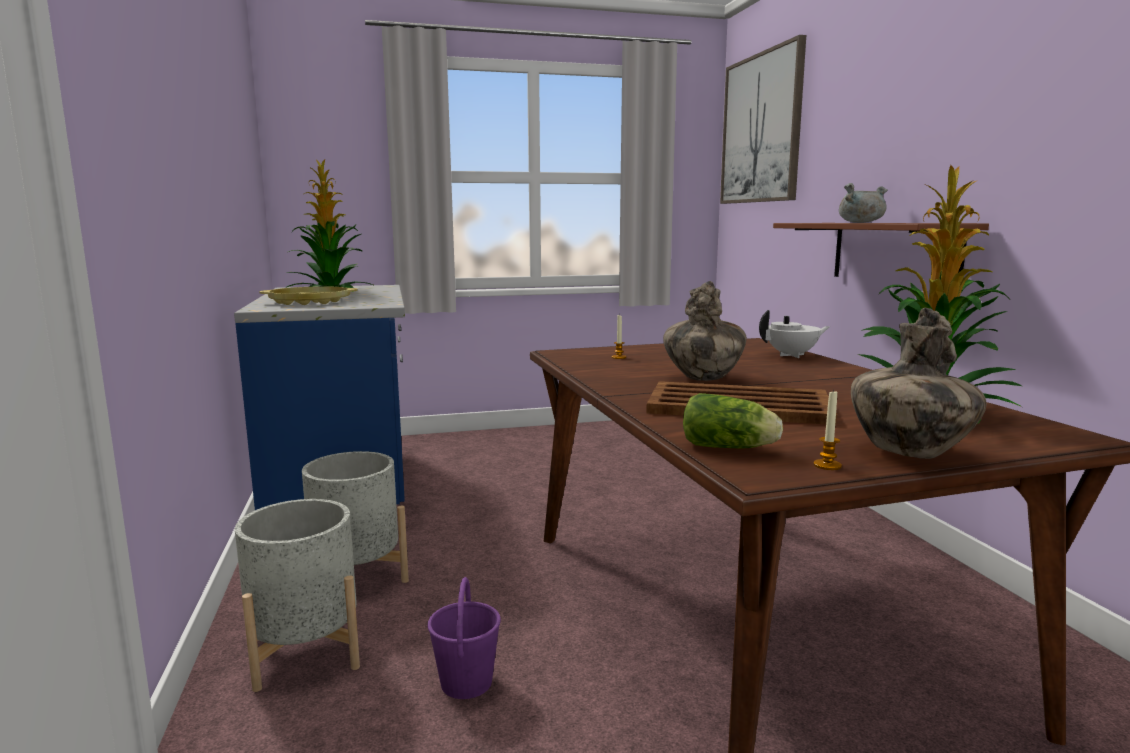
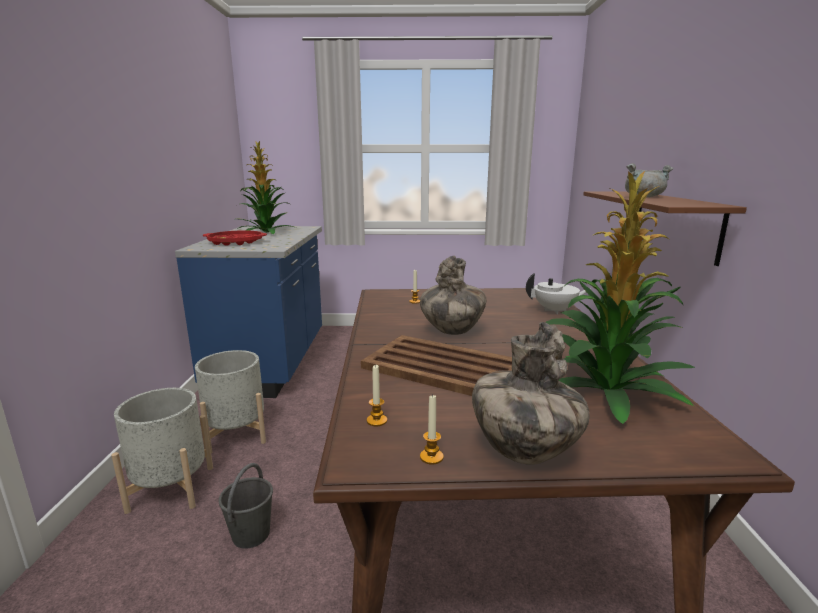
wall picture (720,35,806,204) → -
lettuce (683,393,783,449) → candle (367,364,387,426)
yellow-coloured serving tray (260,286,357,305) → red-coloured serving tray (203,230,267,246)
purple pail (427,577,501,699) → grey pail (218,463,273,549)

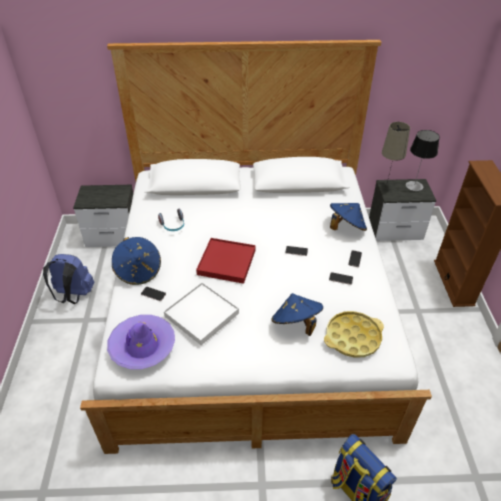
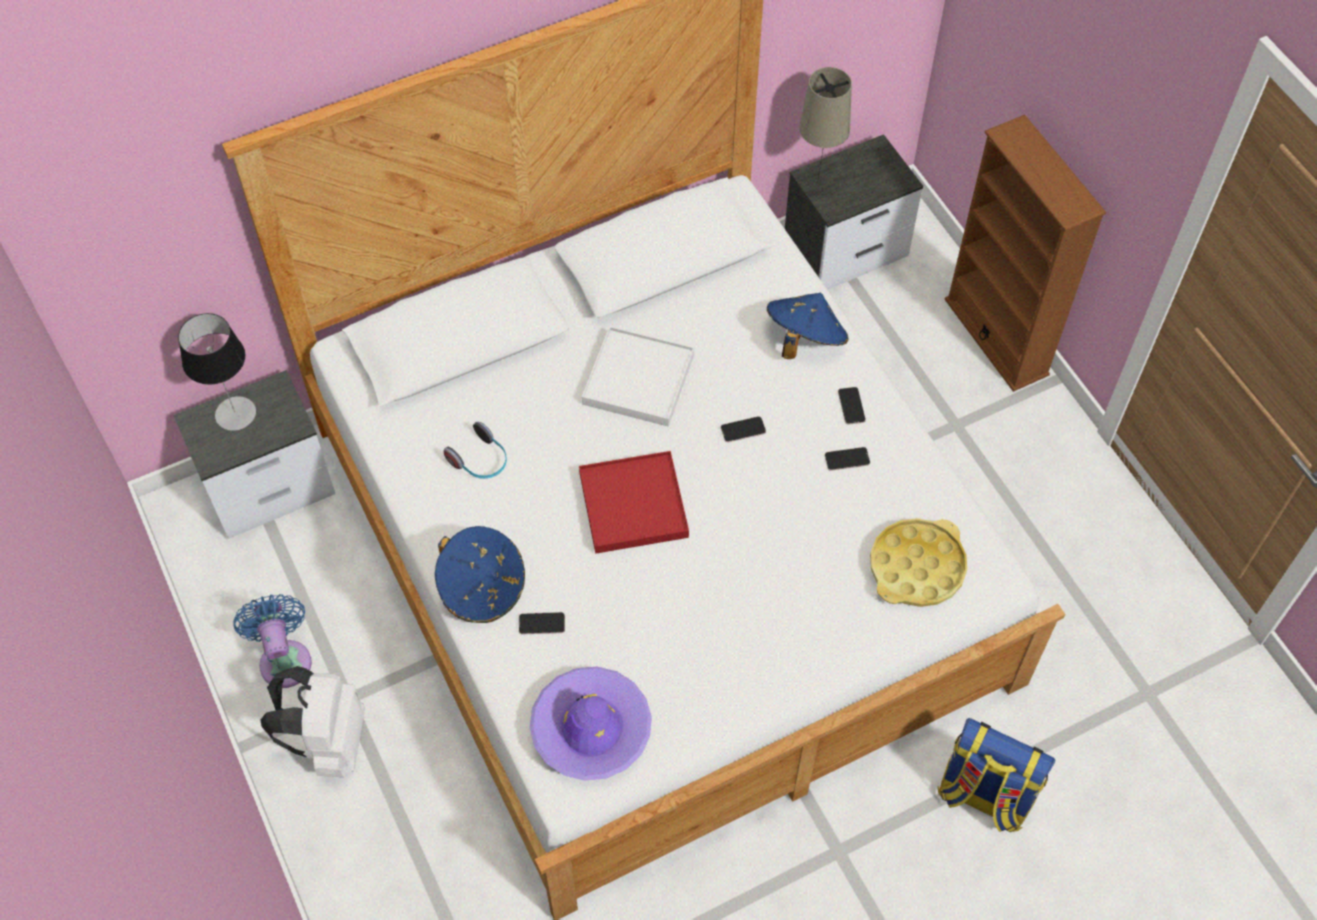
blue wearable hat (272,293,323,336) → -
- → white-coloured backpack (260,666,365,777)
white-coloured serving tray (164,282,239,345) → white-coloured serving tray (582,326,694,426), relocated
tabletop lamp (406,130,440,191) → tabletop lamp (178,313,256,431), relocated
blue backpack (43,254,94,304) → blue cooling fan (233,594,312,688)

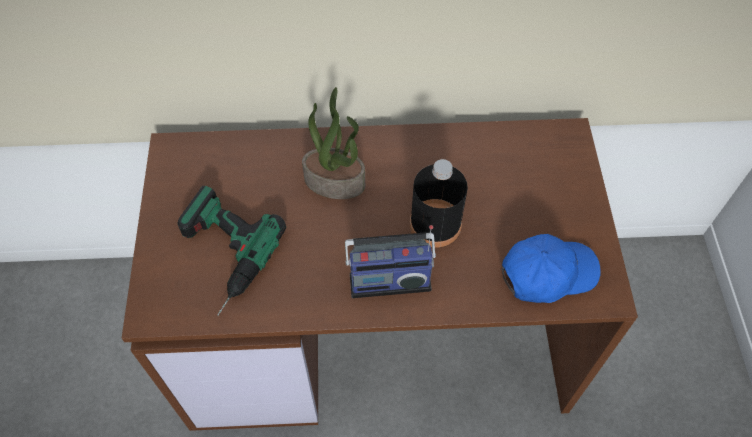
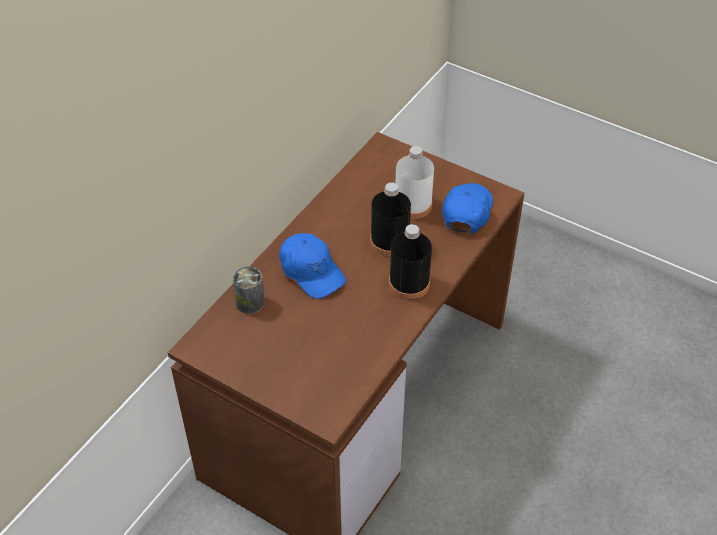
electric drill (178,186,286,316) → -
- → metal can (233,267,265,314)
- → white-coloured bottle (395,146,434,219)
houseplant (302,87,365,199) → blue peaked cap (279,233,346,299)
radio (345,225,436,298) → black bottle (389,224,432,299)

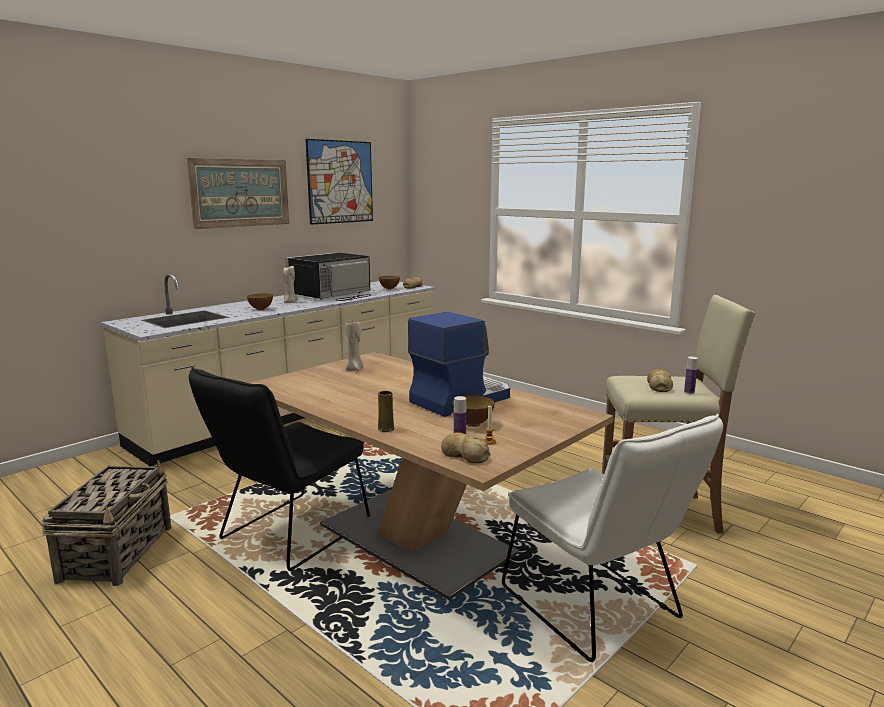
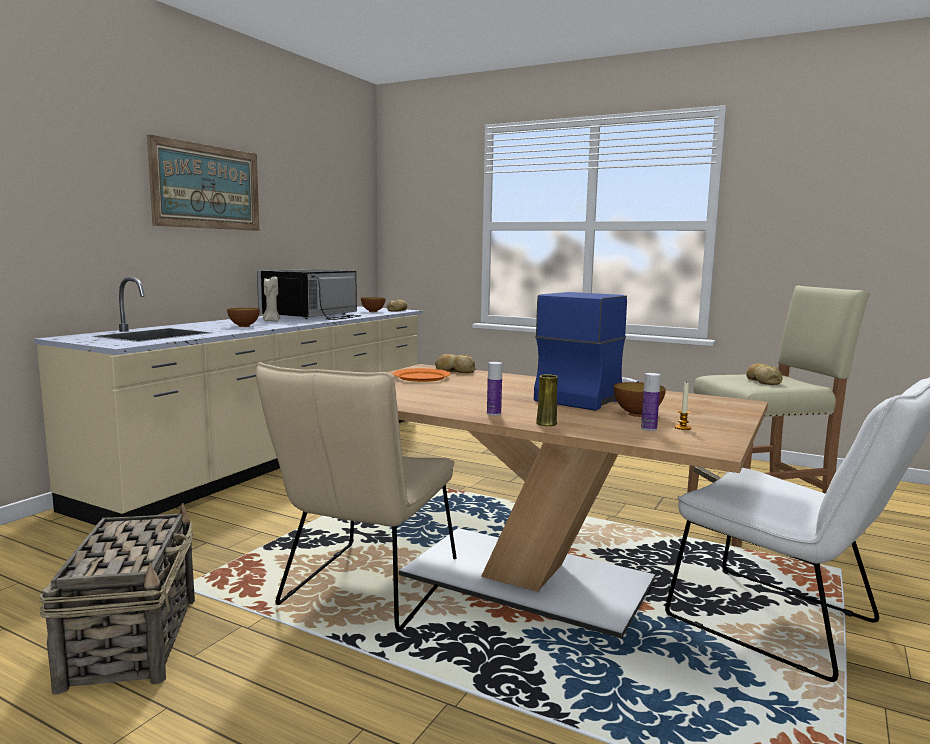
wall picture (305,139,373,225) → -
bakery bread (441,432,491,463) → bakery bread (435,354,476,373), relocated
bottle (684,357,698,394) → bottle (487,362,502,416), relocated
beige-coloured candle (345,320,363,371) → orange plate (393,368,450,382)
black chair (189,367,370,571) → beige-coloured chair (256,362,457,632)

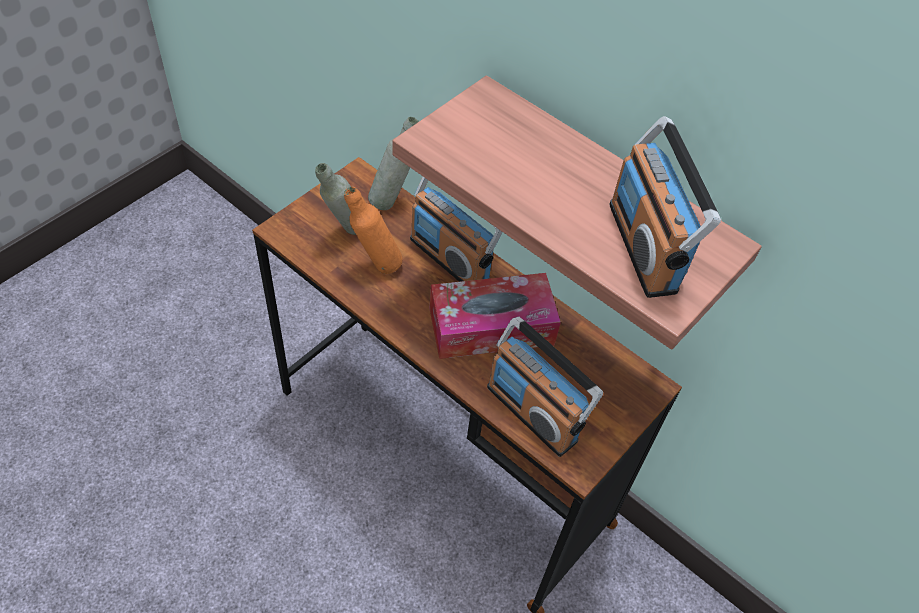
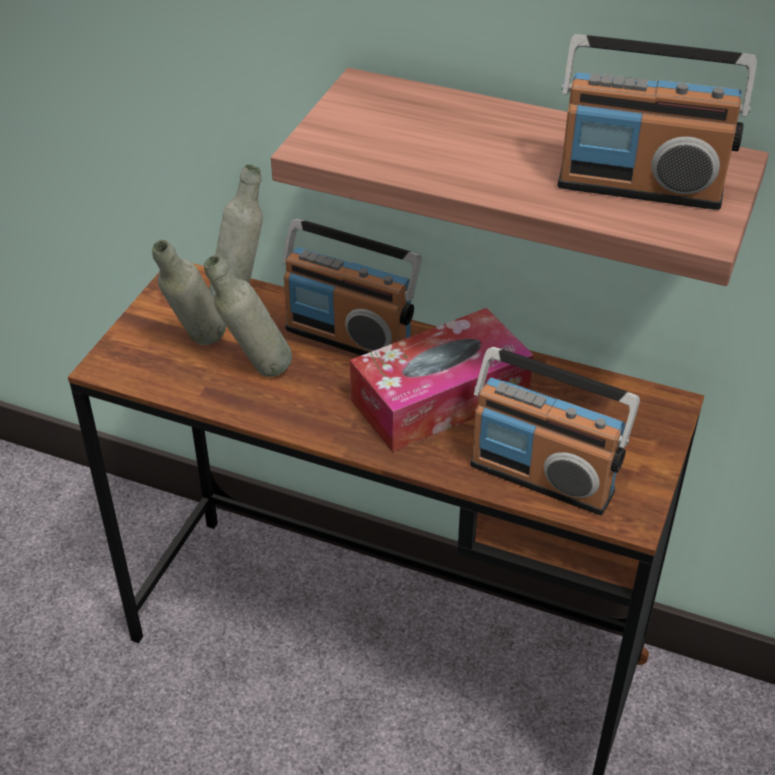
orange bottle (344,186,403,274) → grey bottle (204,255,292,377)
radio (610,116,721,298) → radio (557,34,757,210), 45 degrees counterclockwise

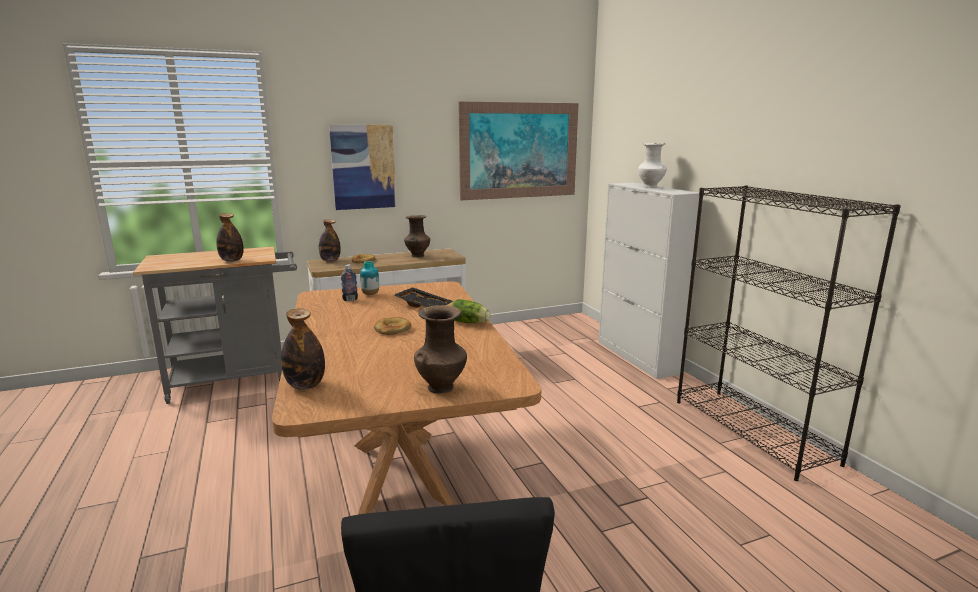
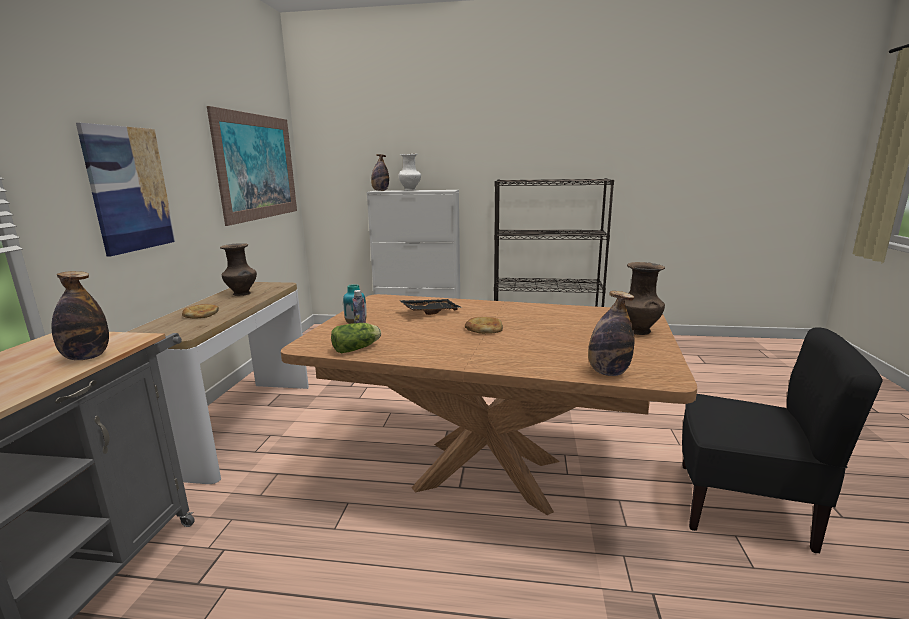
bottle (319,219,341,262) → bottle (371,154,389,191), relocated
lettuce (451,299,491,324) → lettuce (331,323,381,353), relocated

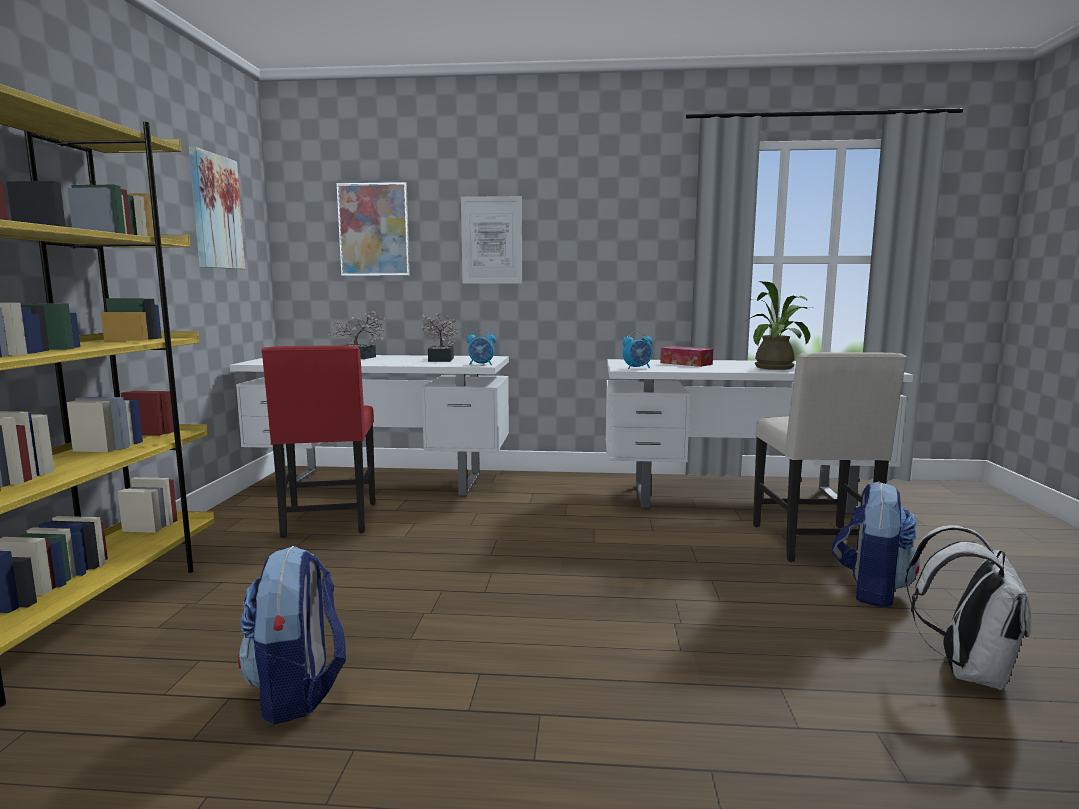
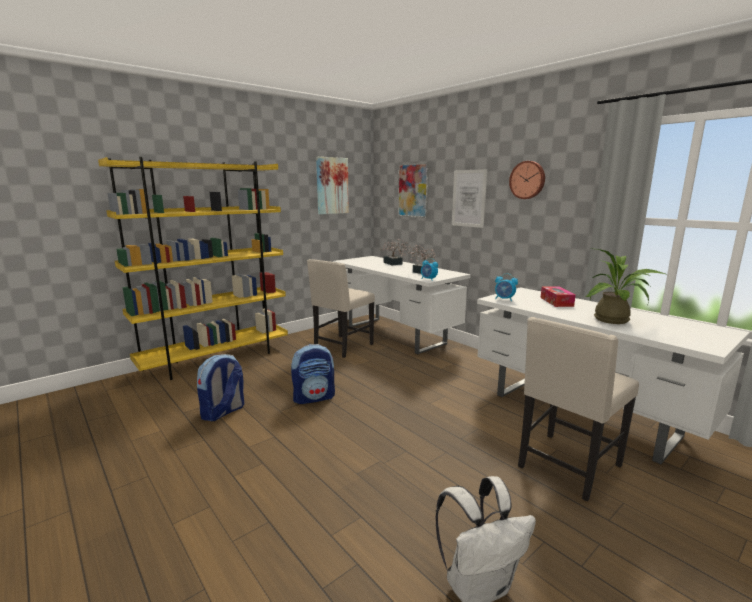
- → wall clock (509,161,545,199)
backpack (832,481,920,607) → backpack (291,344,335,404), relocated
red-coloured chair (261,345,375,538) → beige-coloured chair (307,259,375,358)

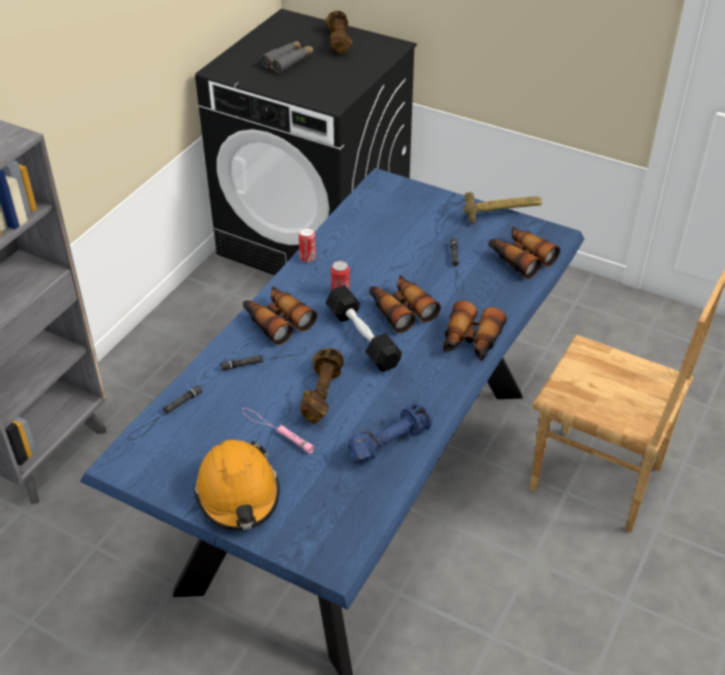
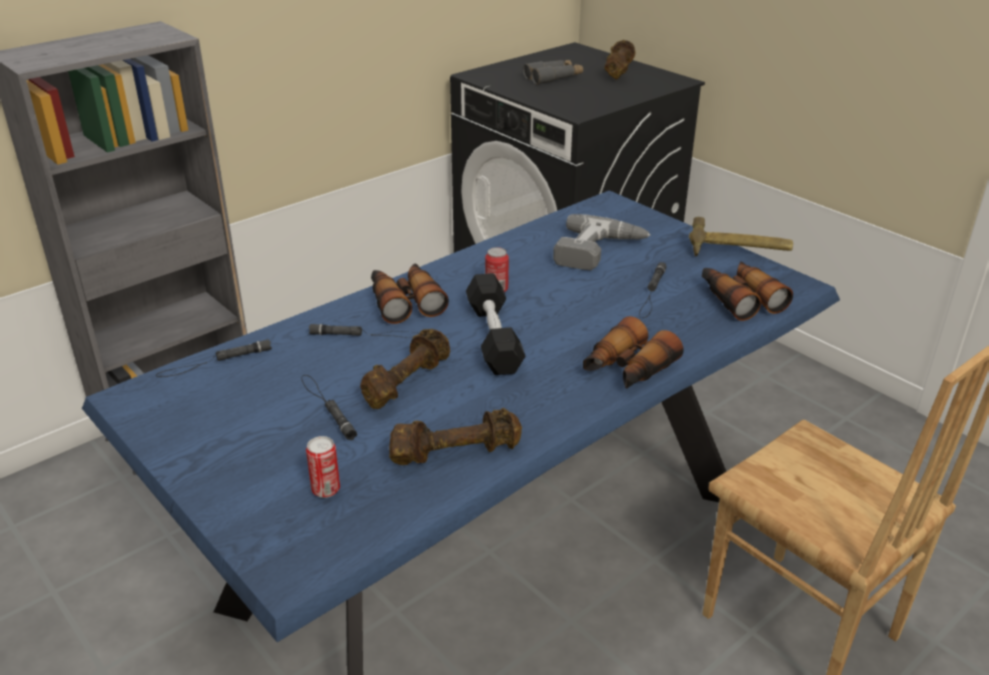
orange work helmet (194,439,280,531) → -
binoculars (369,275,441,333) → -
- → electric drill (553,214,651,270)
metal can (299,227,316,263) → metal can (306,436,340,498), relocated
pink-coloured hand torch (242,408,315,454) → black hand torch (302,375,357,440)
blue hand weight (347,402,433,463) → brown-coloured hand weight (389,408,522,465)

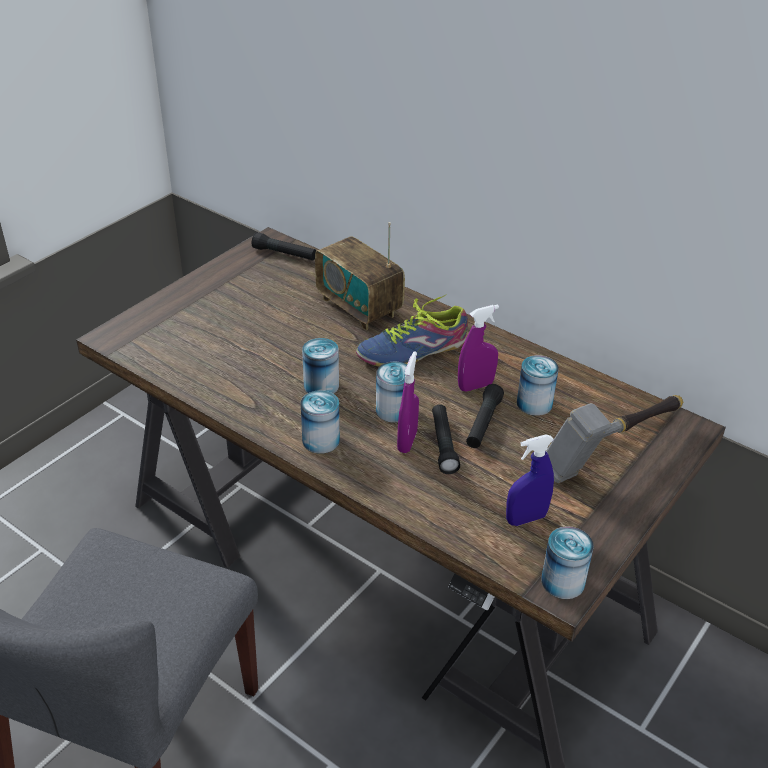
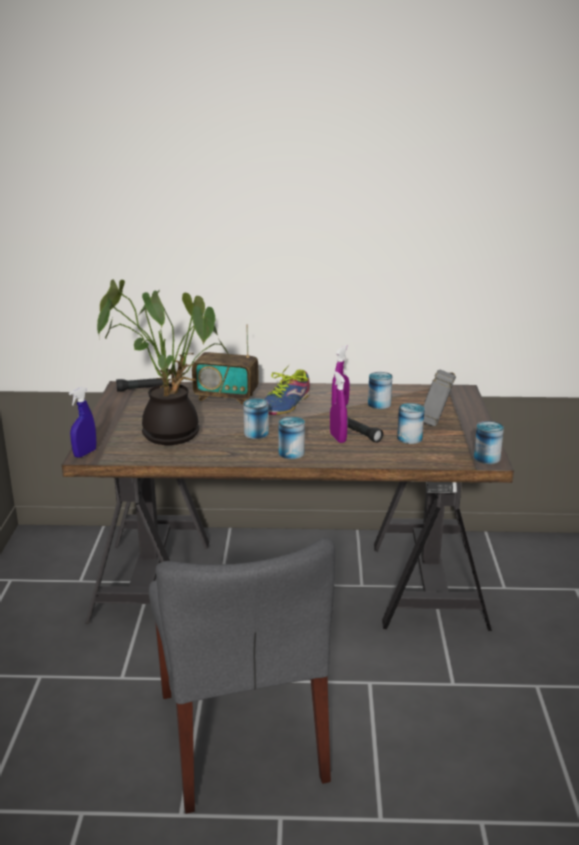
black hand torch (466,384,504,448) → -
- → houseplant (97,279,229,445)
metal can (376,361,407,423) → metal can (397,403,425,444), relocated
blue sprayer (506,434,554,526) → blue sprayer (69,387,96,458), relocated

